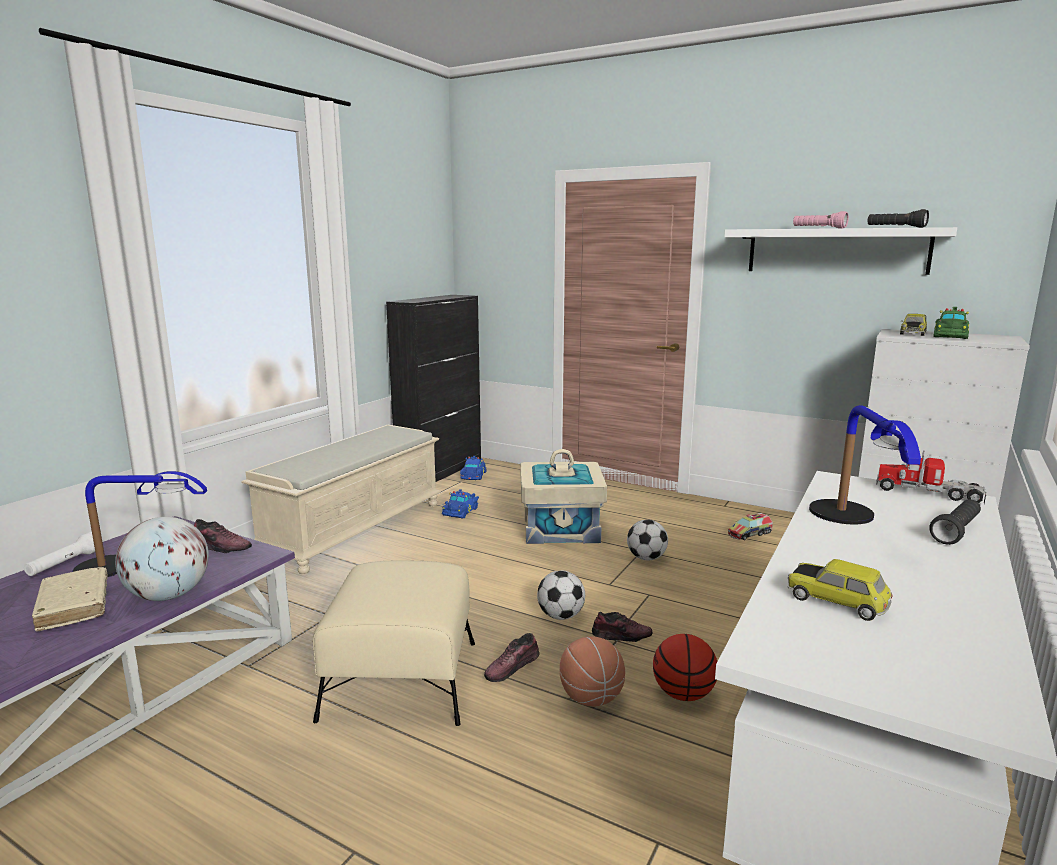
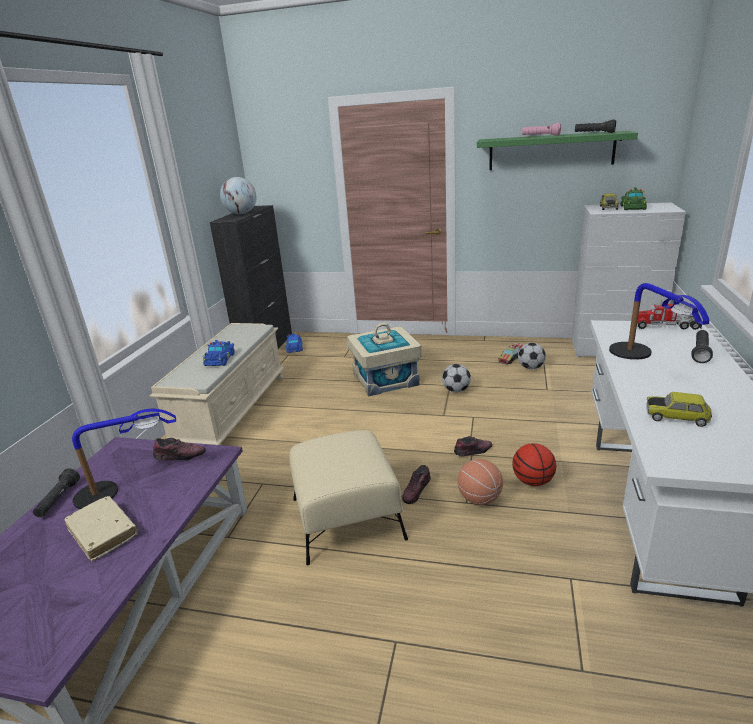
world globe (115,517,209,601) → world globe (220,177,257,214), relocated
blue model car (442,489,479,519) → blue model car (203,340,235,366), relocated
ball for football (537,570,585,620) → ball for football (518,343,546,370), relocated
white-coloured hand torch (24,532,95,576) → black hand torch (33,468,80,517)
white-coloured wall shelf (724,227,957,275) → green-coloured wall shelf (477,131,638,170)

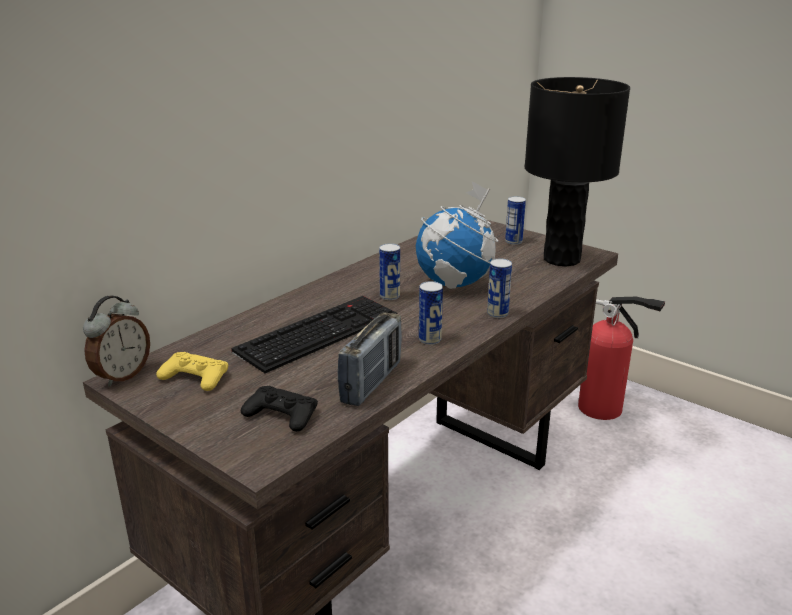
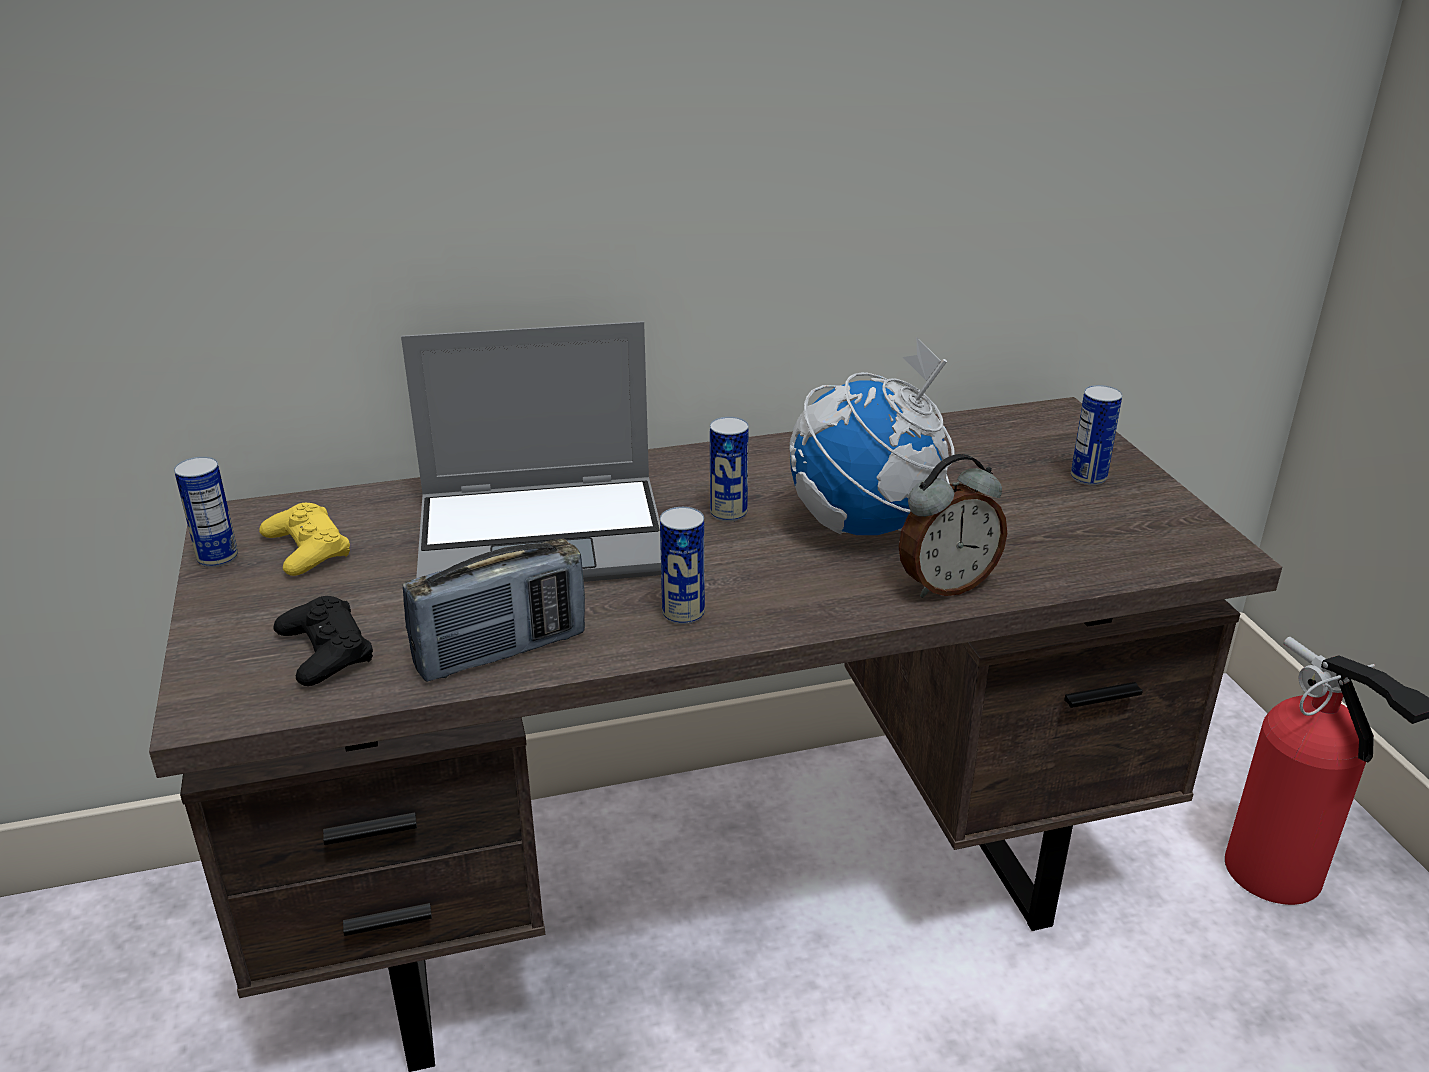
black tabletop lamp (524,77,630,267) → -
bedside clock (83,295,150,386) → bedside clock (898,454,1007,598), relocated
metal can (487,259,512,318) → metal can (174,457,238,567), relocated
computer keyboard (231,296,397,374) → notebook computer (401,321,661,582)

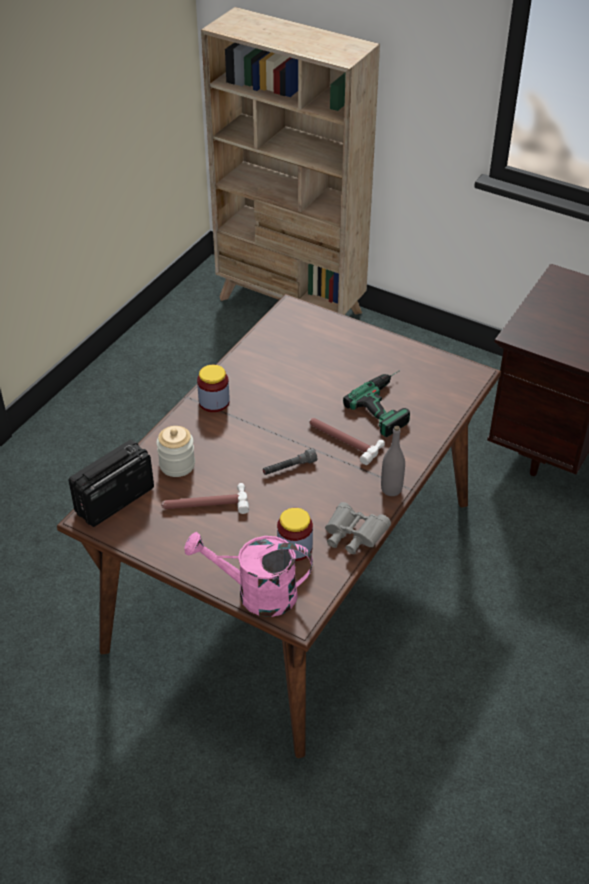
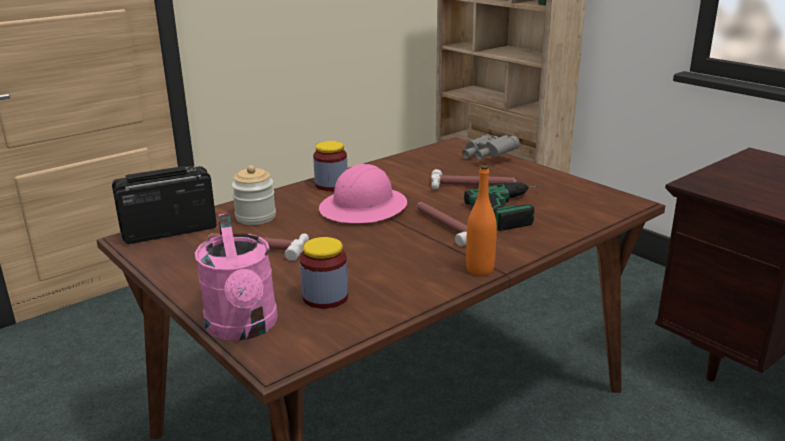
grey hand torch (263,448,317,475) → -
- → pink-coloured work helmet (319,164,407,223)
- → hammer (431,169,517,190)
grey binoculars (325,502,391,554) → grey binoculars (462,134,520,160), relocated
grey bottle (381,426,405,496) → orange bottle (466,165,497,276)
pink-coloured watering pot (185,532,313,617) → pink-coloured watering pot (195,213,278,341), 135 degrees counterclockwise

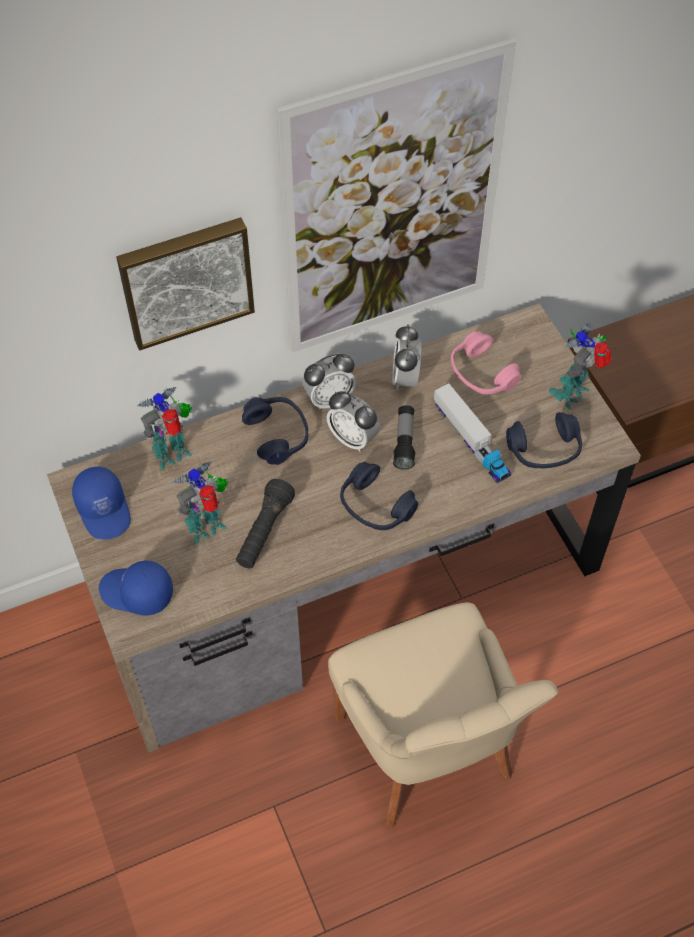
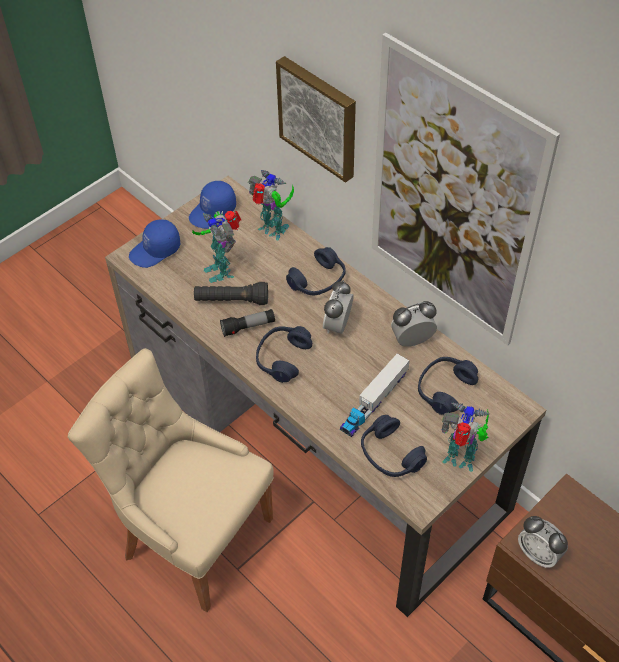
bedside clock (302,353,356,410) → bedside clock (518,516,568,568), relocated
hand torch (393,405,415,470) → hand torch (220,309,275,337), relocated
pink-coloured headset (451,331,521,394) → blue headset (418,357,478,415)
blue peaked cap (99,561,173,615) → blue peaked cap (129,219,181,268), 120 degrees counterclockwise
toy robot (172,461,229,545) → toy robot (192,211,241,283), 150 degrees counterclockwise
beige-coloured chair (328,602,559,828) → beige-coloured chair (68,348,274,612), 75 degrees clockwise

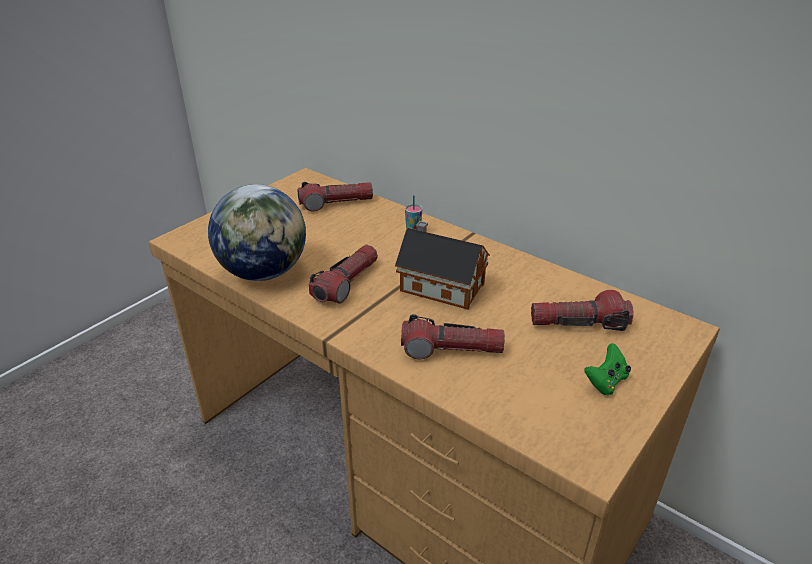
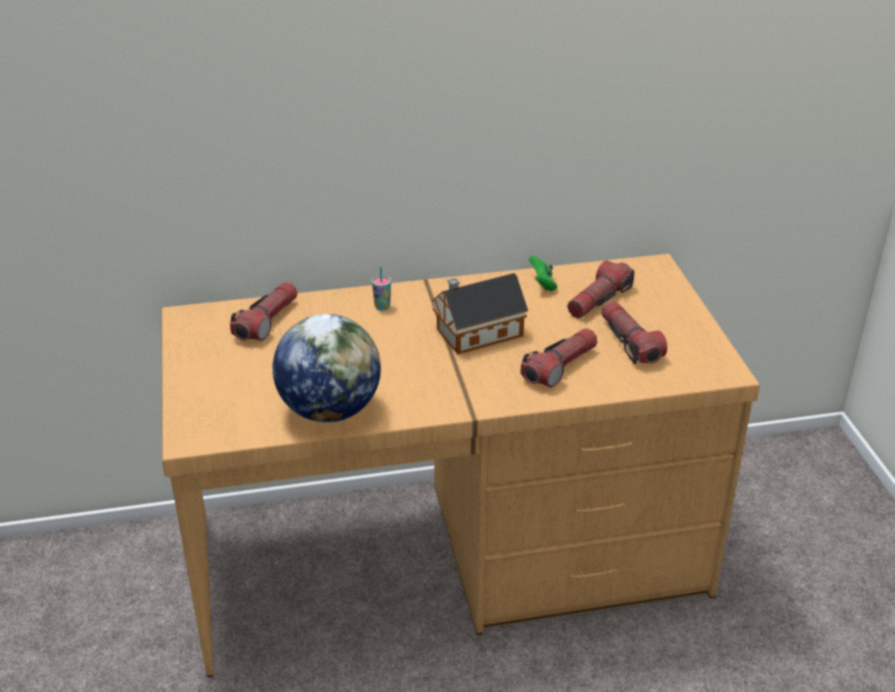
hand torch (309,245,378,304) → hand torch (601,301,667,364), relocated
green-coloured joypad (584,343,631,396) → green-coloured joypad (529,255,557,291), relocated

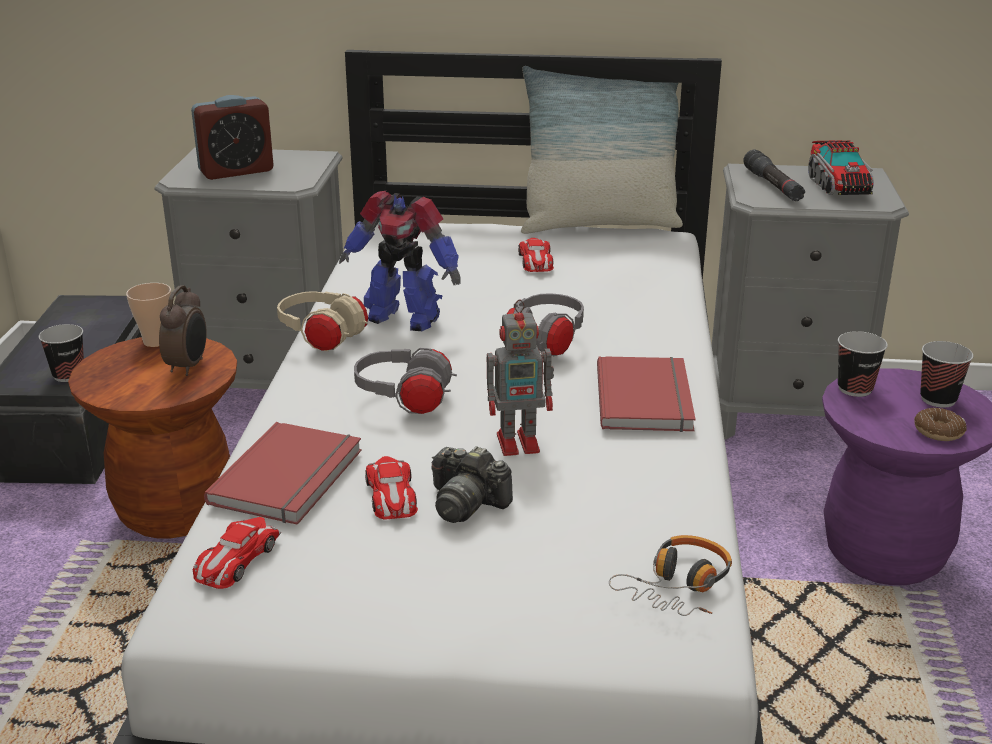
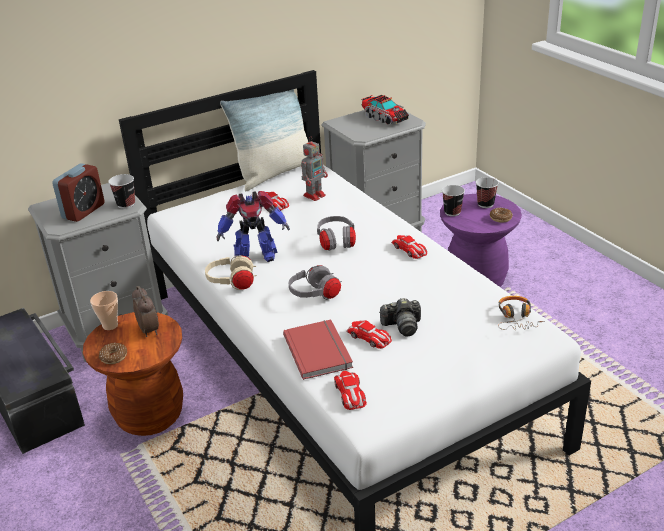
black hand torch (743,149,805,201) → -
- → ring doughnut (99,343,127,364)
cup (39,324,84,382) → cup (108,174,135,209), relocated
toy robot (487,300,554,456) → toy robot (301,136,328,201), relocated
red-coloured bound book (597,356,696,432) → model car (391,235,427,259)

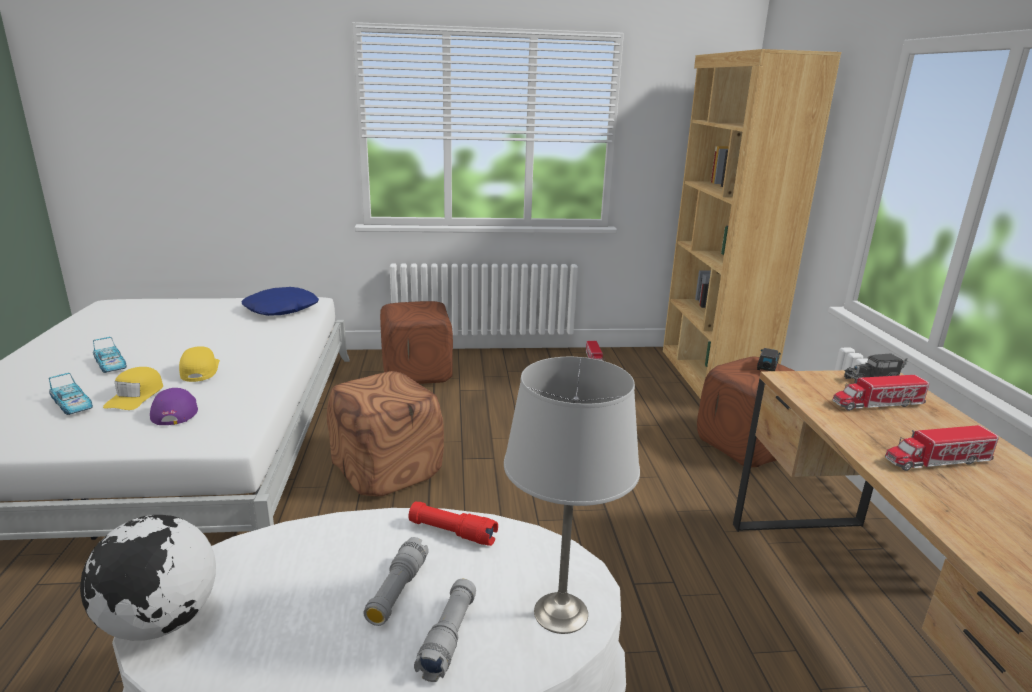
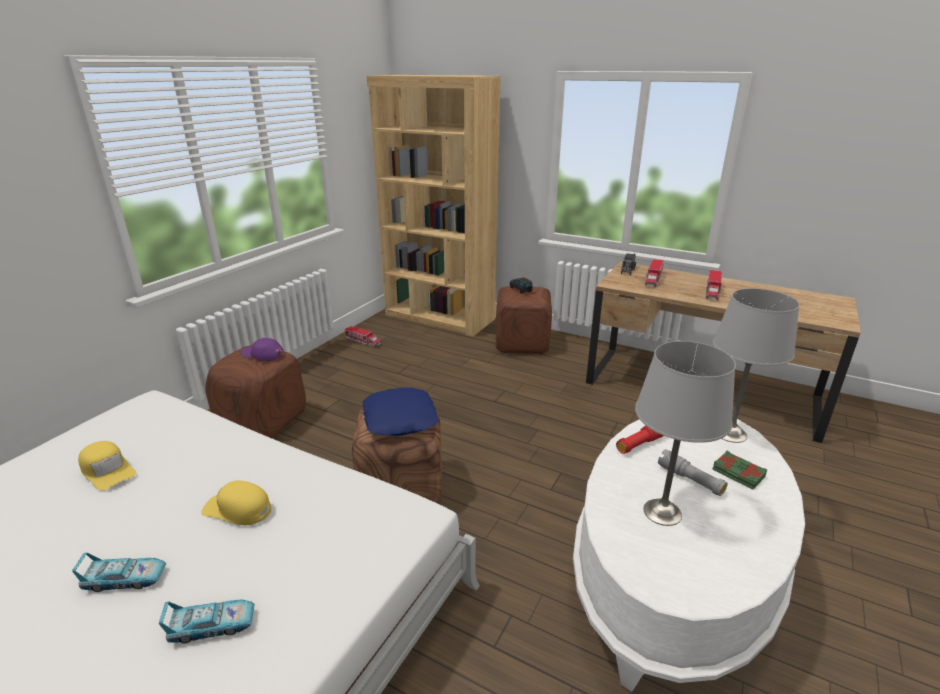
world globe (80,515,216,641) → -
- → grey tabletop lamp (635,341,736,526)
yellow-coloured peaked cap (103,367,163,410) → yellow-coloured peaked cap (78,441,136,491), relocated
purple peaked cap (150,388,198,425) → purple peaked cap (241,338,285,361), relocated
blue pillow (241,287,319,316) → blue pillow (362,387,439,436), relocated
grey hand torch (414,579,476,682) → green-coloured bound book (712,451,767,490)

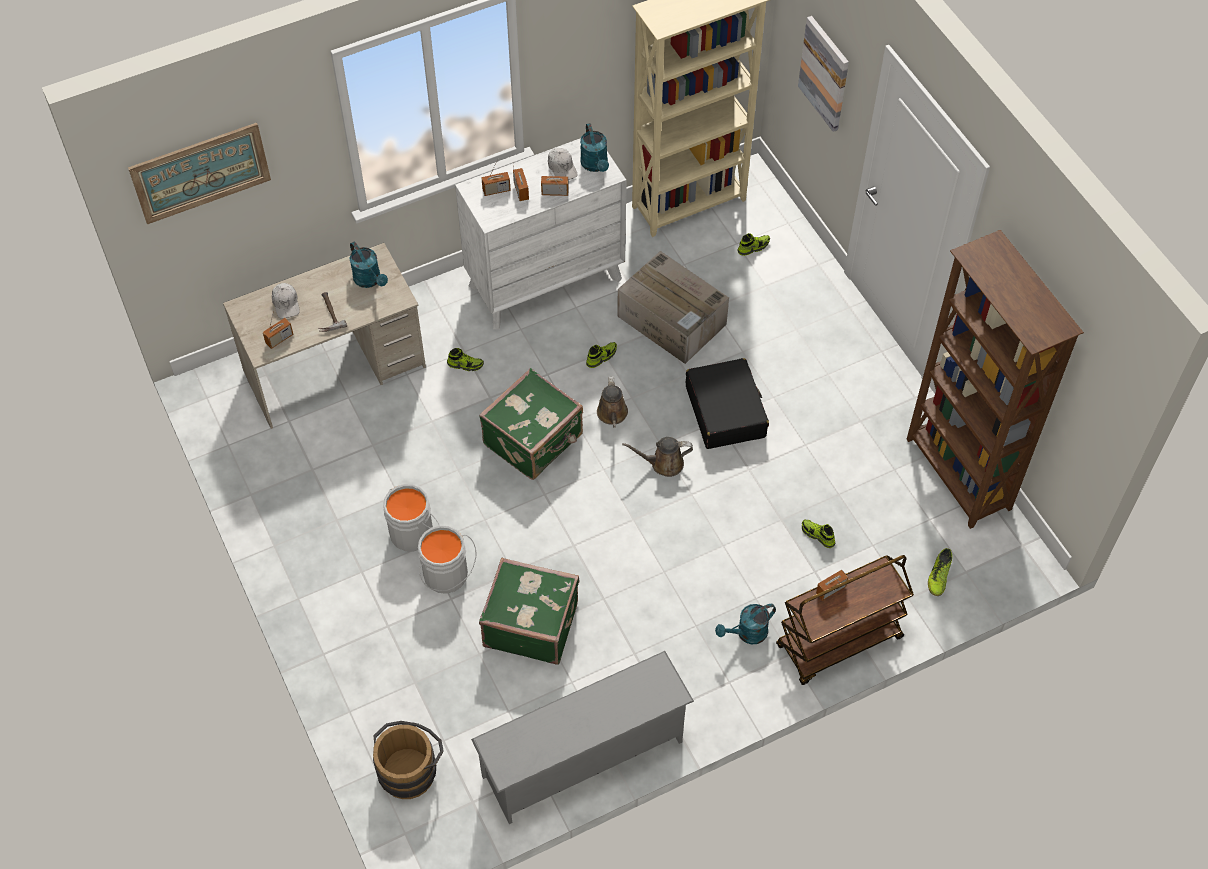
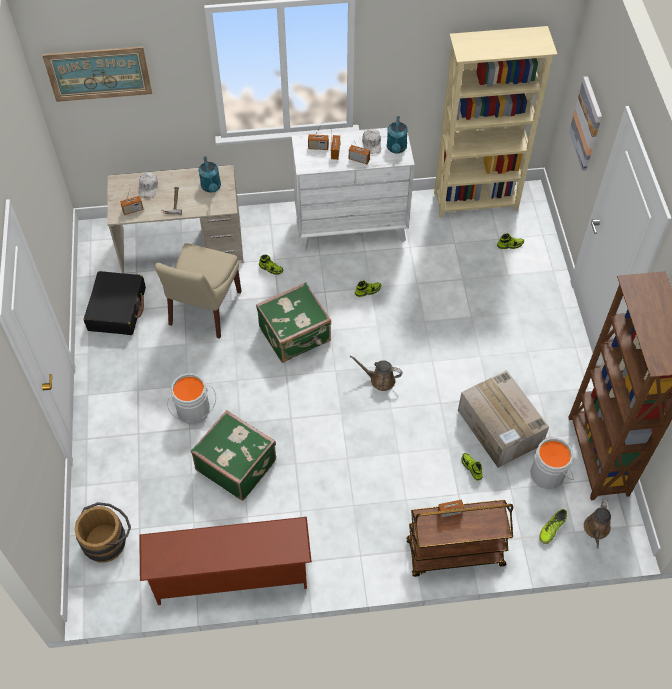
turquoise watering pot (715,604,776,645) → -
- → beige-coloured chair (155,243,241,339)
grey pail (383,484,440,552) → grey pail (530,437,574,489), relocated
brown-coloured watering pot (597,376,628,428) → brown-coloured watering pot (584,499,611,548), relocated
packing box (617,251,729,364) → packing box (458,370,549,468), relocated
black suitcase (686,358,769,449) → black suitcase (84,271,146,335), relocated
grey shoe shelf (471,651,694,824) → brown-coloured shoe shelf (139,517,312,605)

